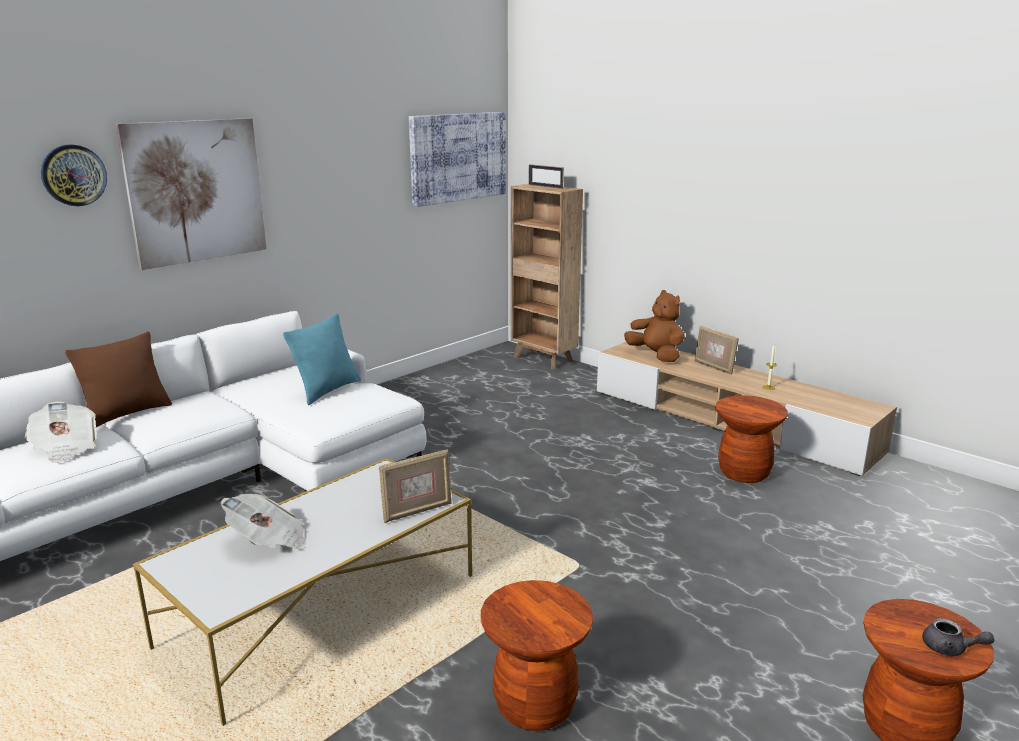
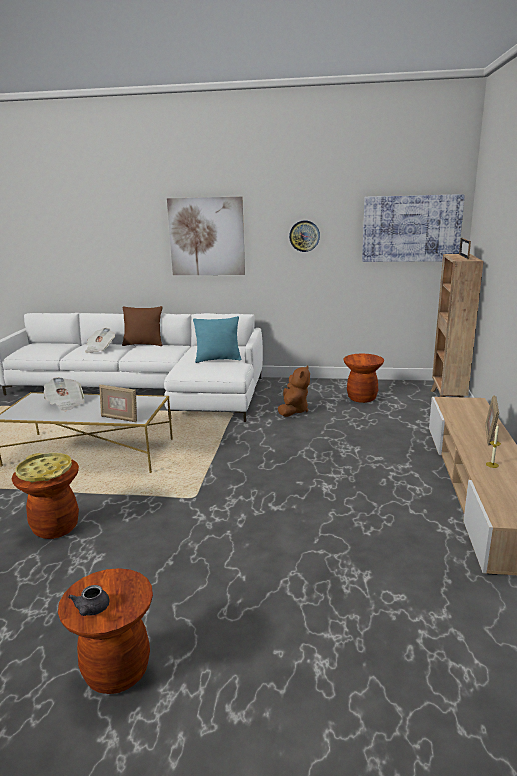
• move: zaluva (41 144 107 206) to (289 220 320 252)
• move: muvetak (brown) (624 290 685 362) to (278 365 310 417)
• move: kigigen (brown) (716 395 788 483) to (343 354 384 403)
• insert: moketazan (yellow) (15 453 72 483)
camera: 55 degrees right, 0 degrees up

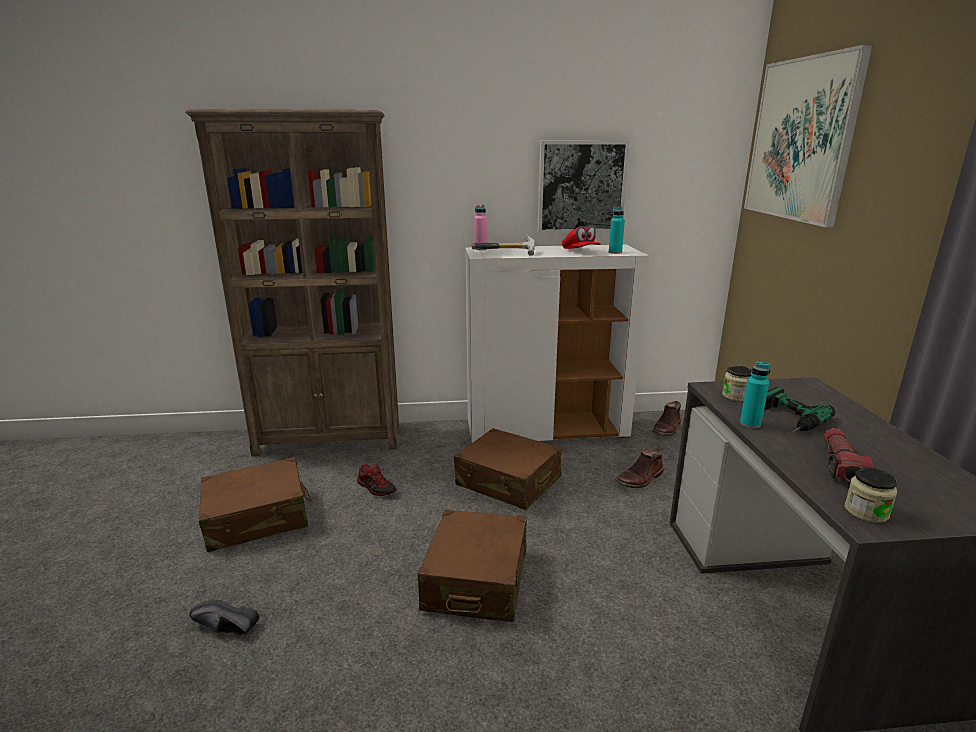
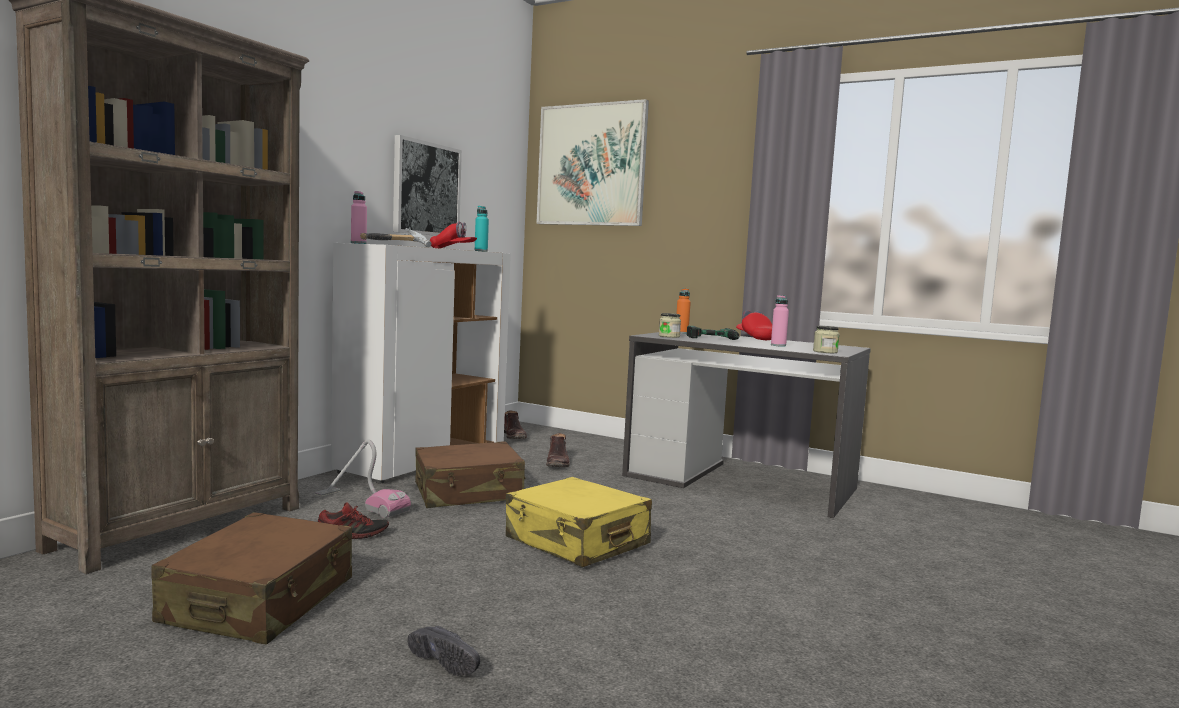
• delete: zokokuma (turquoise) (740 361 771 428)
• replace: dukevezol (823 428 873 483) to zokokuma (pink) (771 295 789 347)
• recolor: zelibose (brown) (418 510 526 622) to zelibose (yellow) (506 477 652 567)
• rotate: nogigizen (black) (189 599 259 635) = (408 626 480 676) 90 degrees counterclockwise
• insert: zokokuma (orange) (677 288 691 334)
• insert: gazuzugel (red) (736 310 772 340)
• insert: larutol (315 439 411 518)
camera: 55 degrees left, 15 degrees down

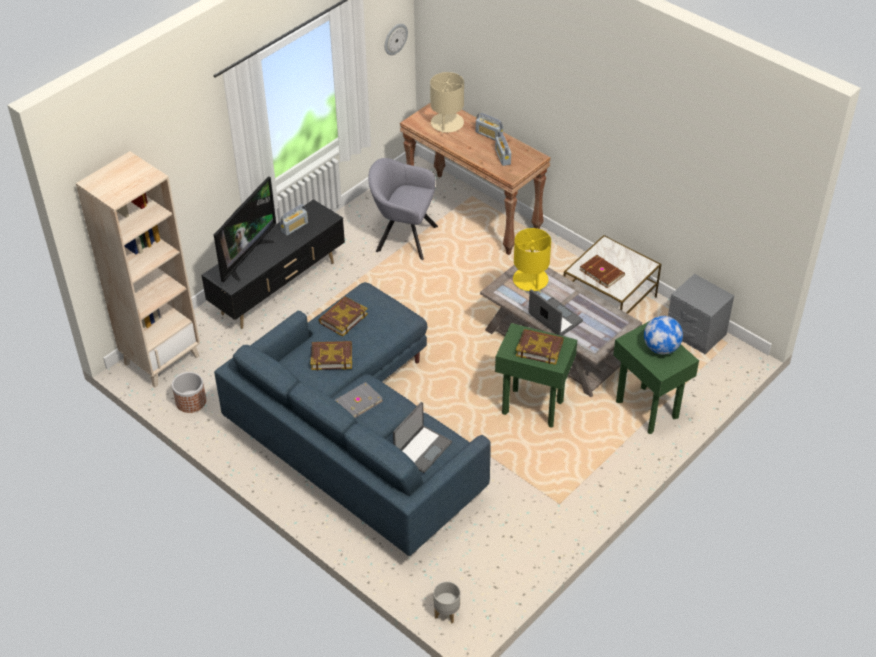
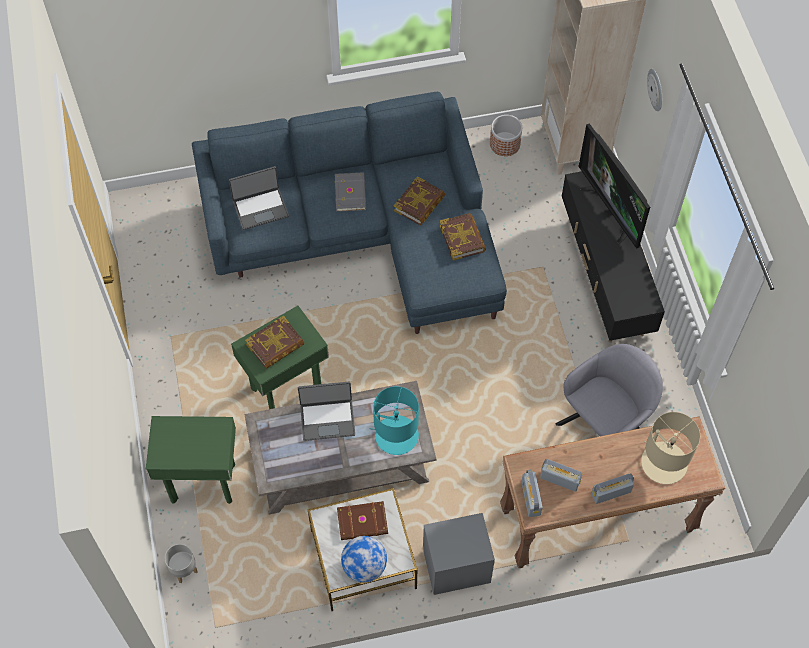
• move: zaluva (385 24 408 55) to (647 69 662 111)
• move: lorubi (280 204 308 236) to (521 469 543 517)
• recolor: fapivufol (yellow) (513 228 551 293) to fapivufol (turquoise) (370 386 419 455)
• move: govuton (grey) (668 274 734 354) to (423 513 495 595)
• move: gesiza (644 316 683 354) to (341 536 387 583)
• rotate: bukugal (393 402 452 473) = (229 166 289 230) 90 degrees counterclockwise
• move: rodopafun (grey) (433 581 460 623) to (165 544 198 583)
camera: 125 degrees right, 15 degrees up

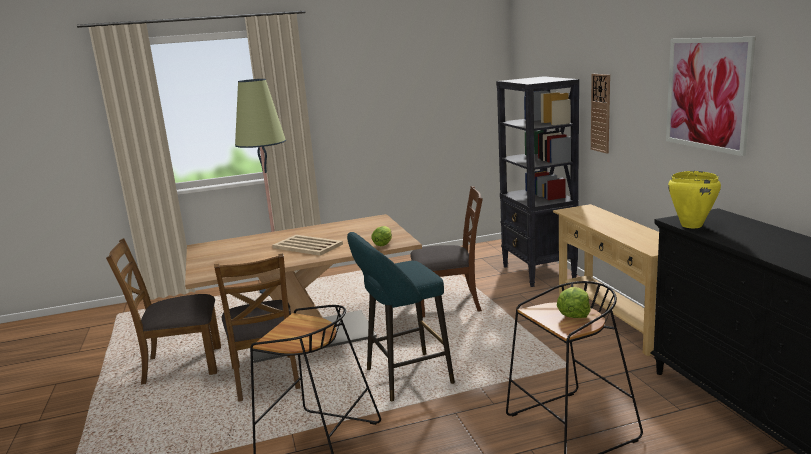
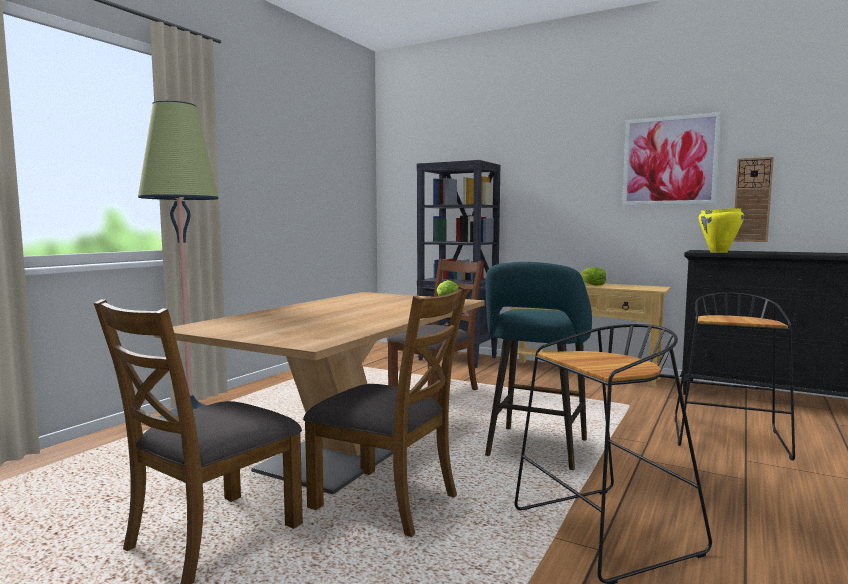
• move: zaluva (591 74 610 154) to (733 157 774 242)
• delete: moketazan (beige) (272 235 343 256)
• move: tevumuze (557 287 590 318) to (580 267 606 286)
camera: 45 degrees left, 10 degrees down

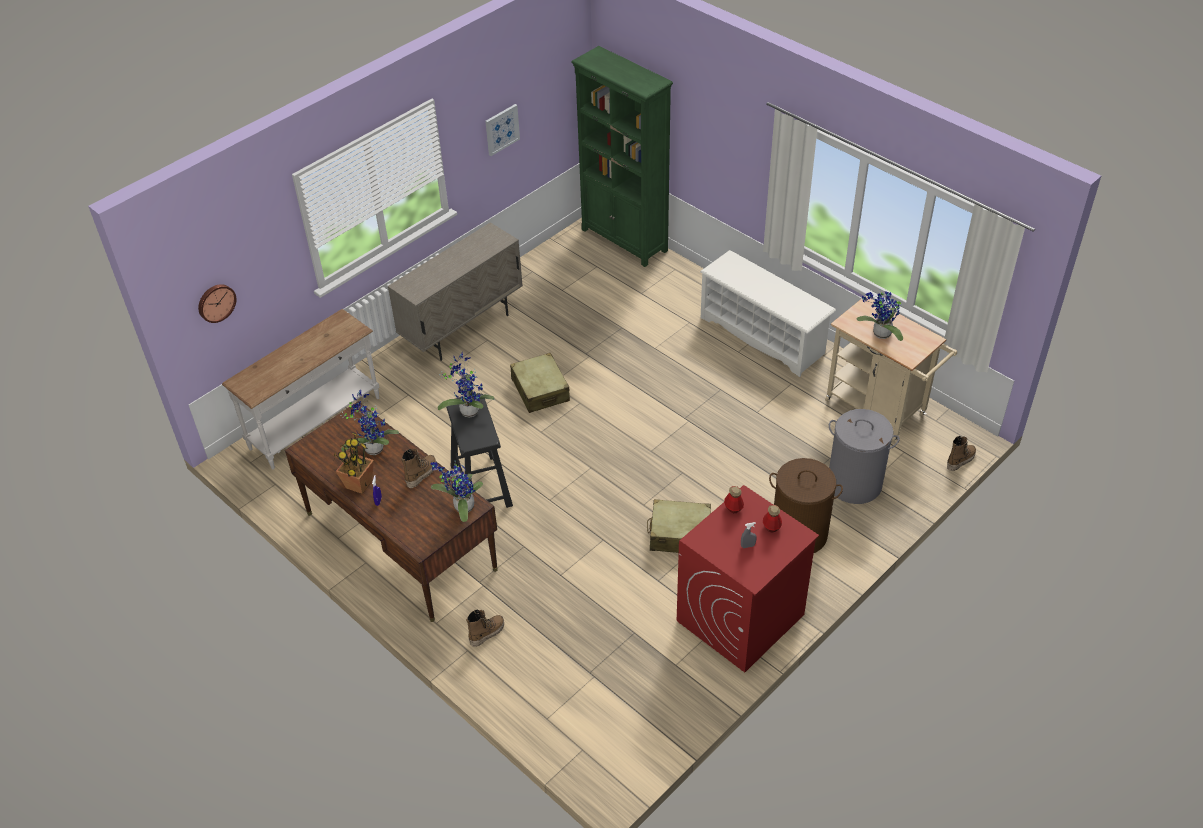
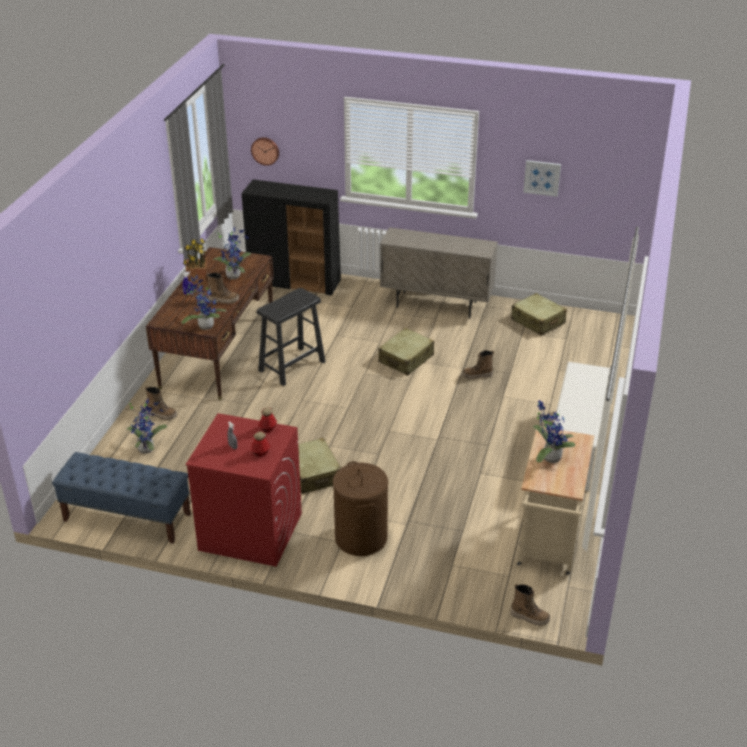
• delete: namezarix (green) (571 46 673 267)
• replace: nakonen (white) (222 309 379 470) to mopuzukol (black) (241 179 341 296)
• move: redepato (438 352 495 418) to (127 398 167 454)
• delete: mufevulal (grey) (829 409 900 504)
• insert: zelibose (beige) (511 293 567 335)
• insert: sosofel (462 350 494 379)
• insert: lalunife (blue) (52 452 191 544)
camera: 60 degrees right, 10 degrees down

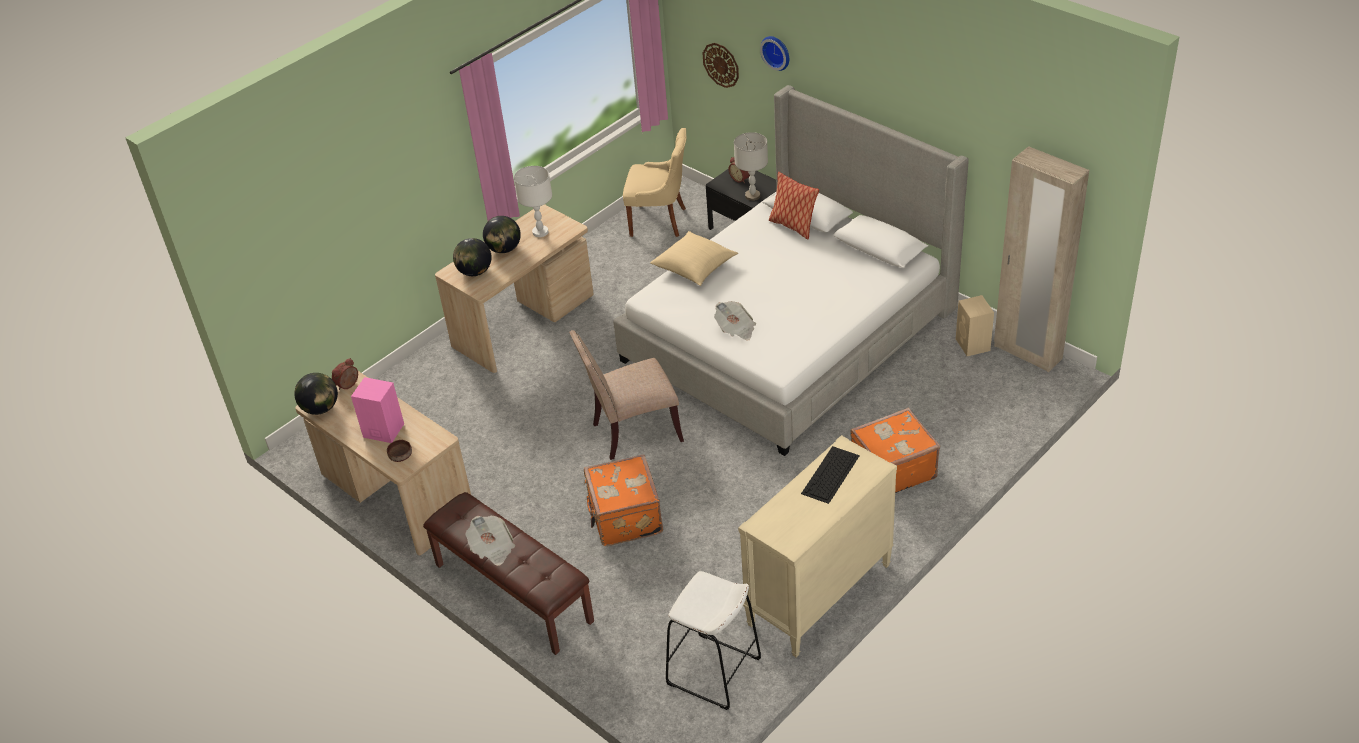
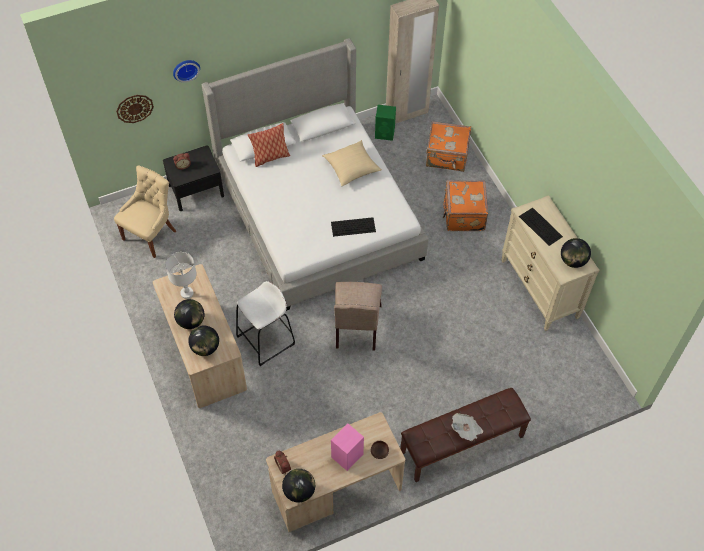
• delete: fapivufol (grey) (734 132 768 201)
• move: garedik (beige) (650 231 738 286) to (322 140 382 186)
• recolor: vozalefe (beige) (956 295 994 356) to vozalefe (green) (375 105 396 141)
• replace: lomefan (714 301 756 341) to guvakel (331 217 376 237)
• move: zelibose (orange) (584 454 663 546) to (426 121 471 172)
• move: kigigen (white) (666 571 761 710) to (236 281 295 366)
• insert: gesiza (561 238 591 268)
camera: 70 degrees left, 15 degrees up

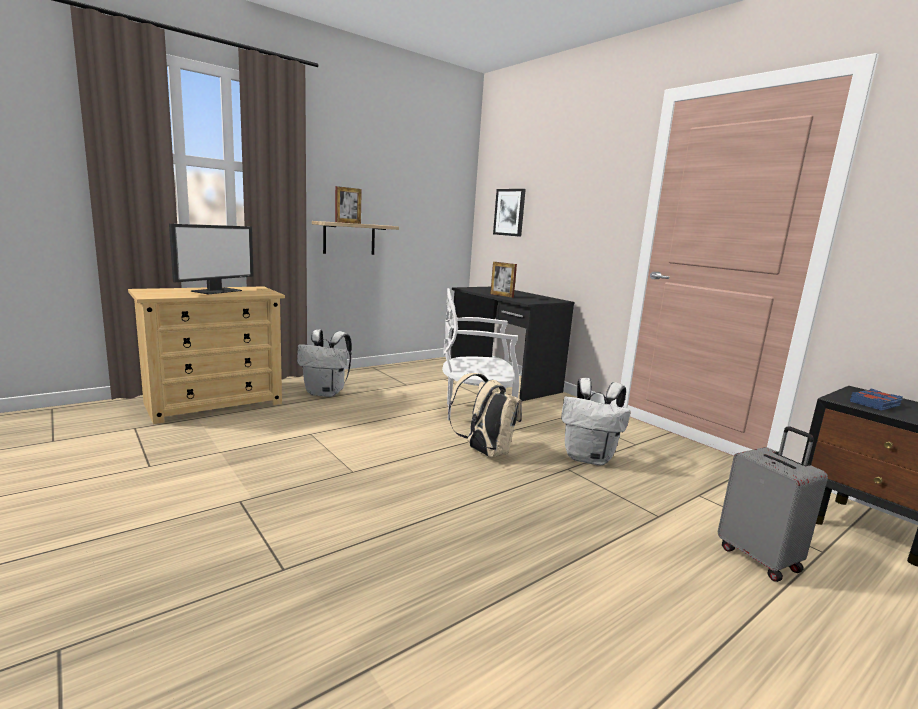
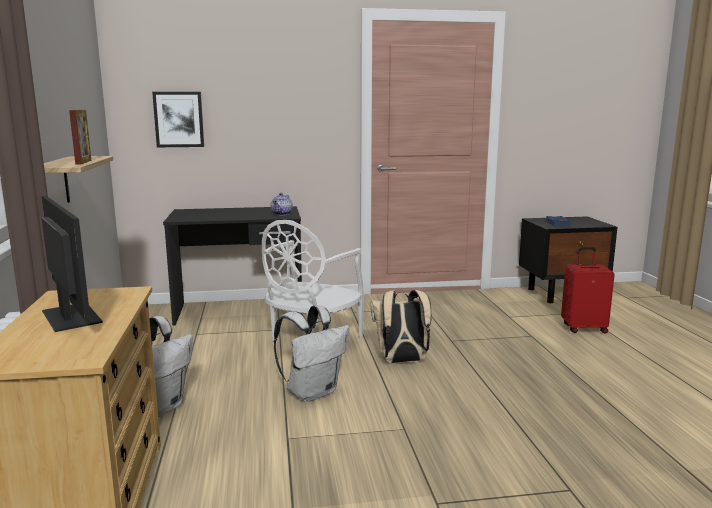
• delete: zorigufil (490 262 517 298)
• move: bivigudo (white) (561 378 631 466) to (274 305 349 402)
• recolor: zelibose (grey) (718 426 828 582) to zelibose (red) (561 247 615 333)
• insert: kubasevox (271 193 293 215)
camera: 60 degrees left, 0 degrees up

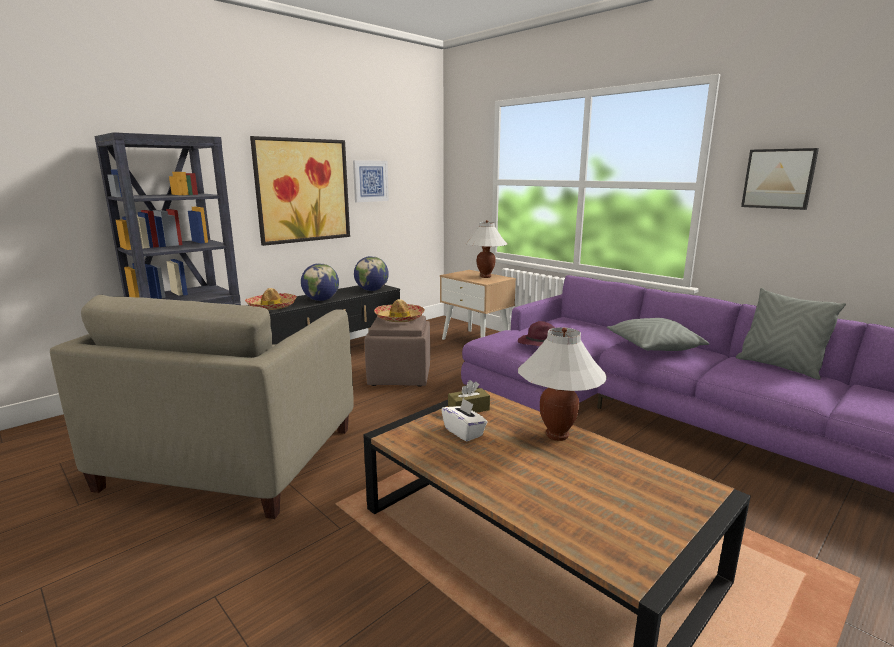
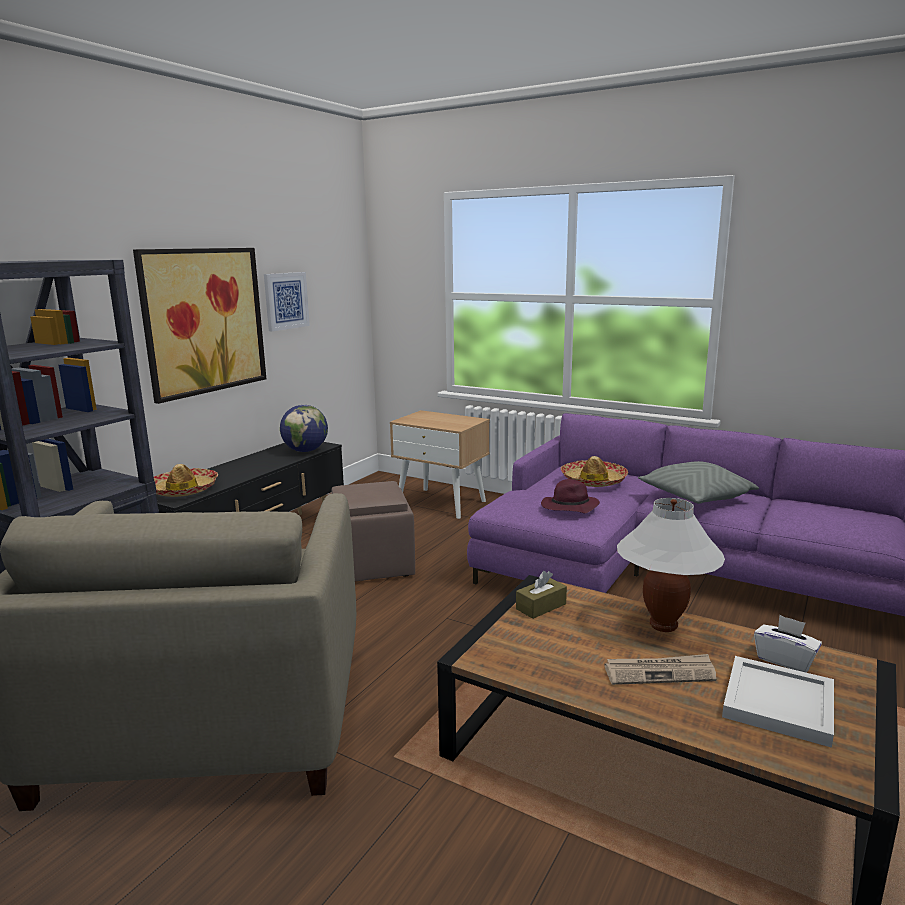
• delete: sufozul (741 148 819 210)
• delete: fapivufol (white) (465 220 507 278)
• delete: gesiza (301 263 339 301)
• delete: garedik (grey) (736 288 846 380)
• move: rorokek (374 299 425 322) to (561 456 628 487)
• move: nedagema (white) (441 398 488 441) to (754 615 822 673)
• insert: lomefan (604 654 716 685)
• insert: moketazan (white) (722 656 834 748)
camera: 15 degrees left, 0 degrees up

